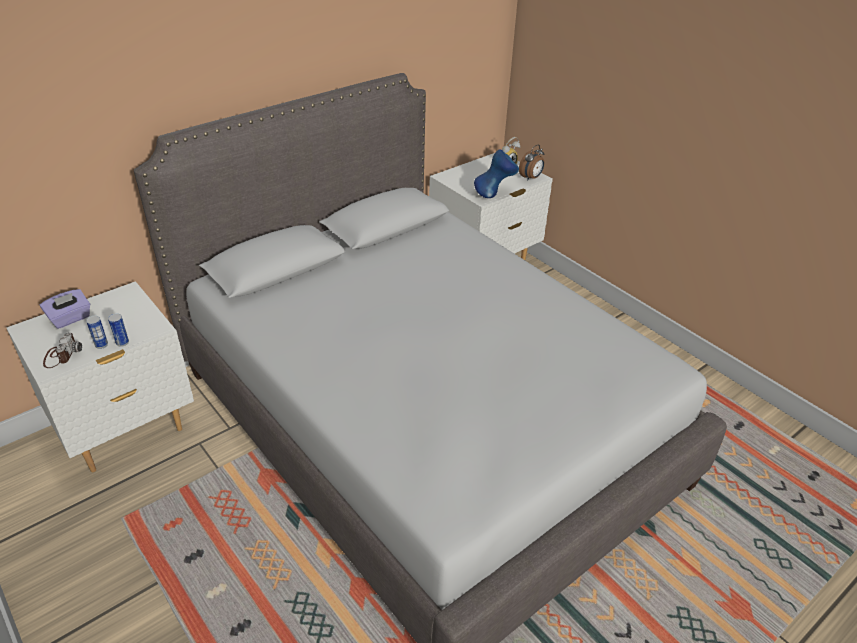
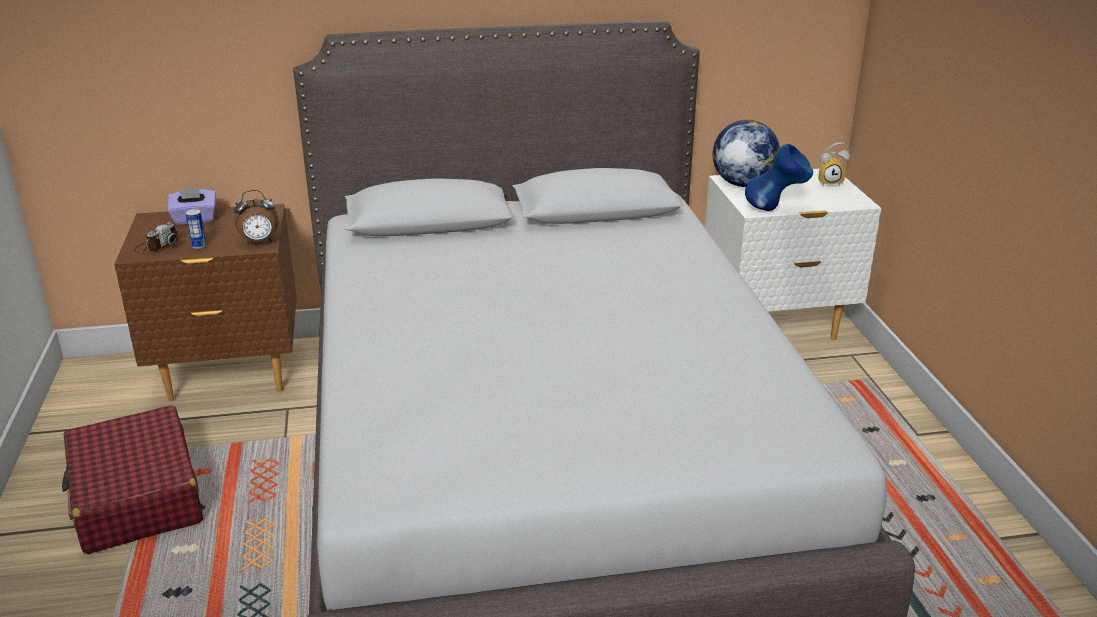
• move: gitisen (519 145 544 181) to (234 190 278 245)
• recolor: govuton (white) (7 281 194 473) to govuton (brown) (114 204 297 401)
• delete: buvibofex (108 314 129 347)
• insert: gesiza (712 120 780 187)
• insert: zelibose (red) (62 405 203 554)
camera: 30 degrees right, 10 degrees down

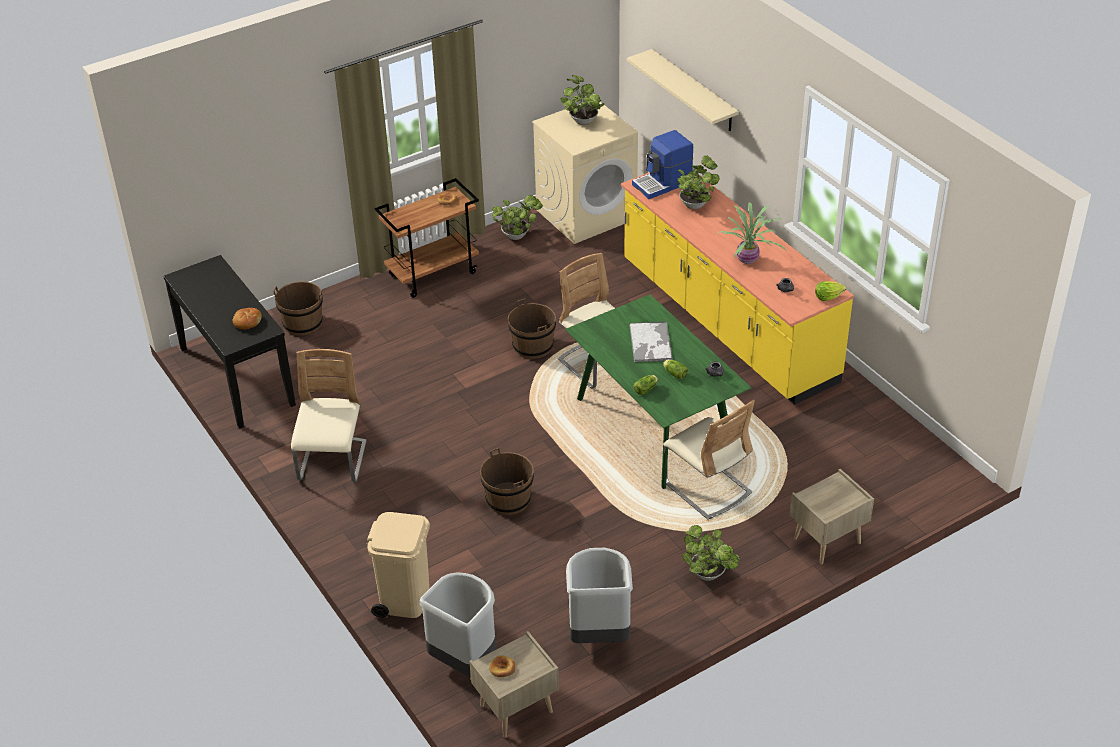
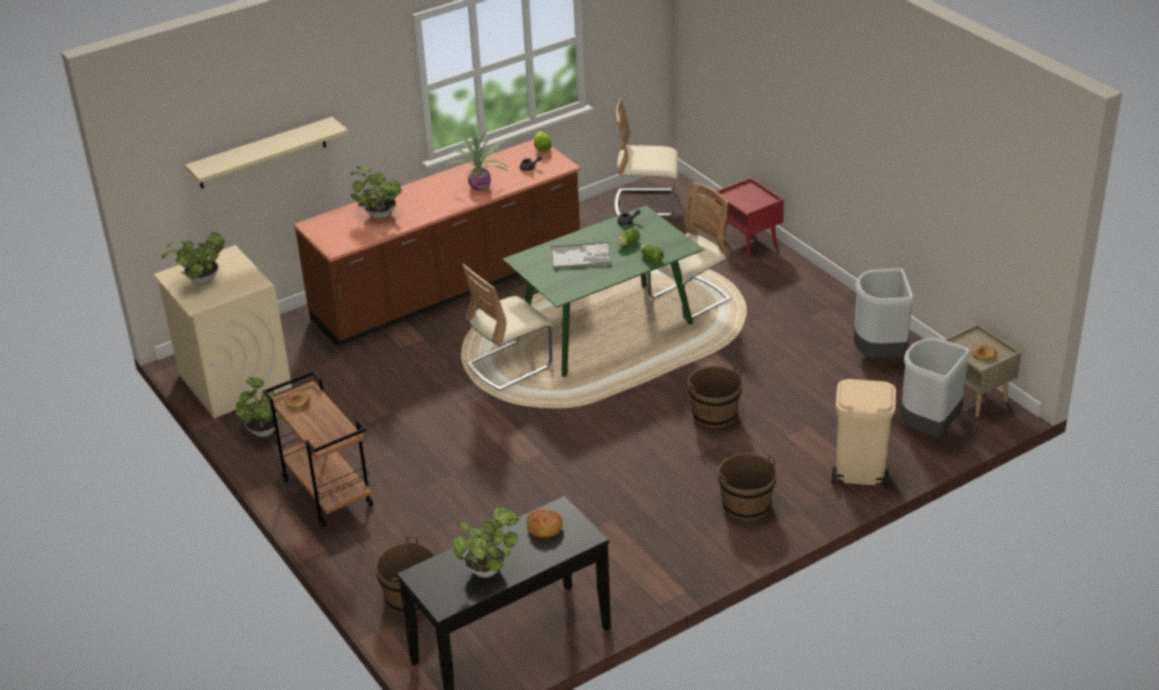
• delete: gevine (632 130 693 199)
• recolor: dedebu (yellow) (621 170 854 405) to dedebu (brown) (294 139 581 347)
• move: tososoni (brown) (508 299 556 359) to (718 453 776 521)
• move: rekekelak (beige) (291 349 367 482) to (615 99 678 217)
• recolor: govuton (beige) (790 469 874 565) to govuton (red) (716 178 784 257)
• move: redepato (682 525 740 581) to (452 506 519 578)
camera: 90 degrees left, 5 degrees down

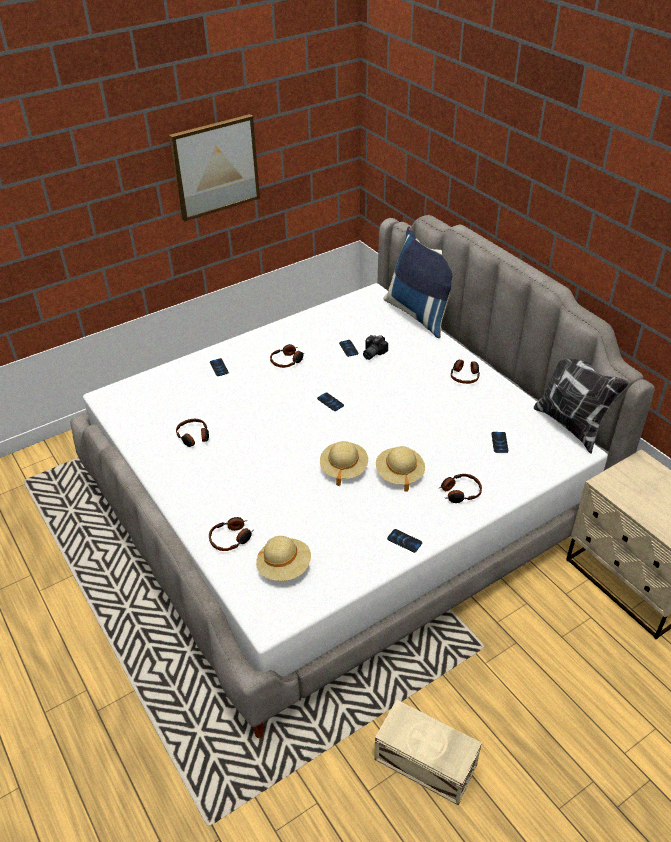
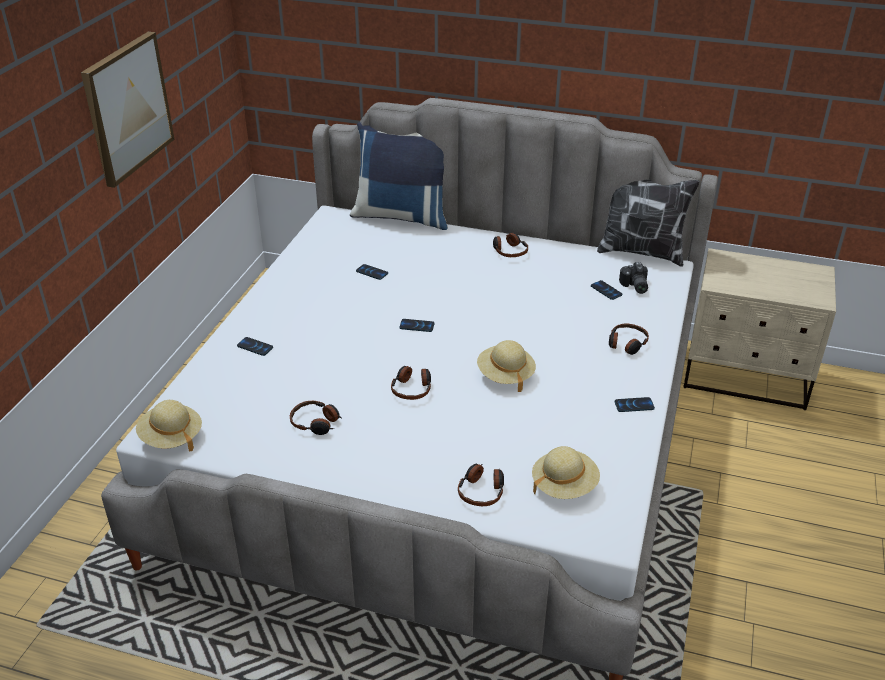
• move: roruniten (363 335 388 360) to (619 262 648 294)
• move: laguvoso (270 344 305 368) to (391 366 431 400)
• move: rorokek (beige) (376 446 425 492) to (136 400 202 452)
• delete: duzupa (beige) (374 700 482 805)
camera: 40 degrees left, 5 degrees down

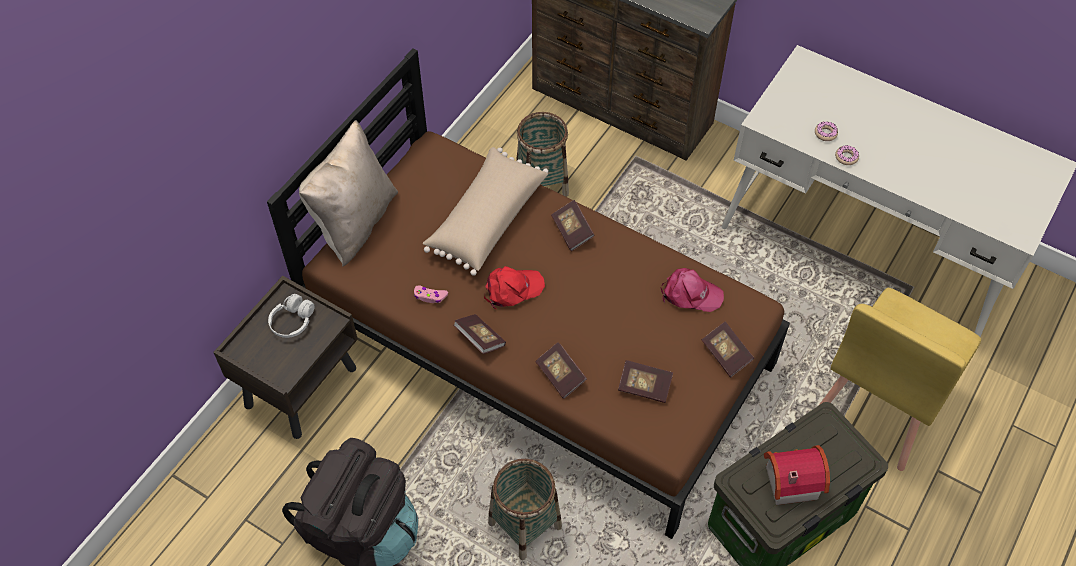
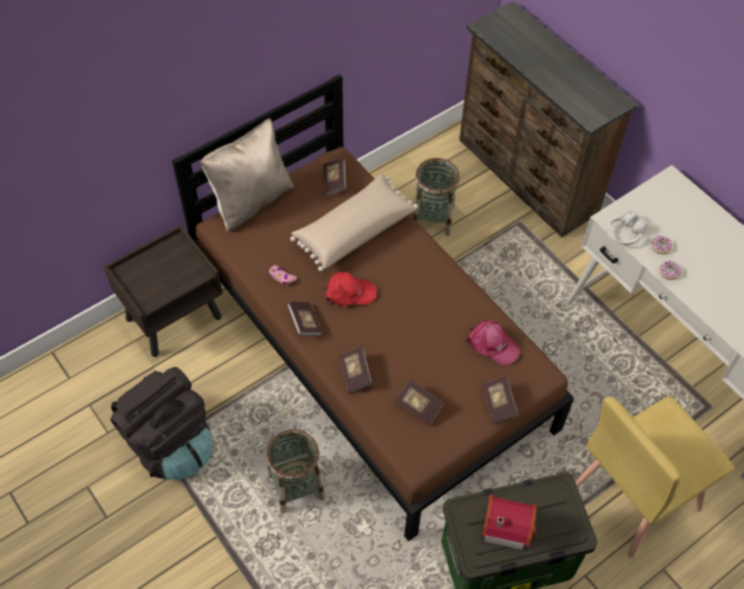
• move: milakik (551 200 595 251) to (323 158 347 196)
• move: laguvoso (white) (268 294 315 338) to (606 211 648 245)
camera: 20 degrees right, 0 degrees up

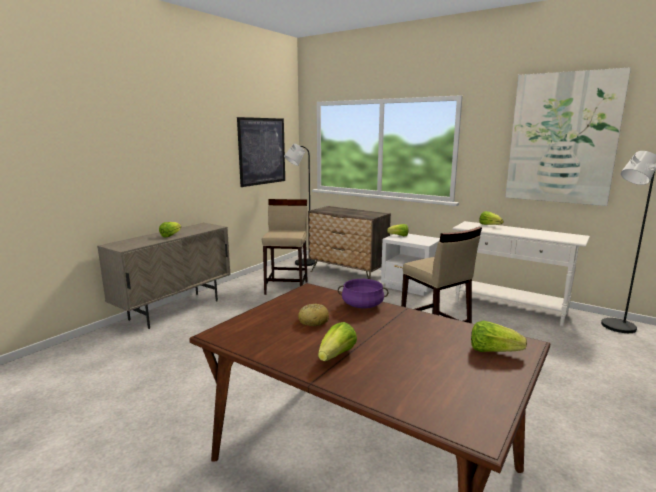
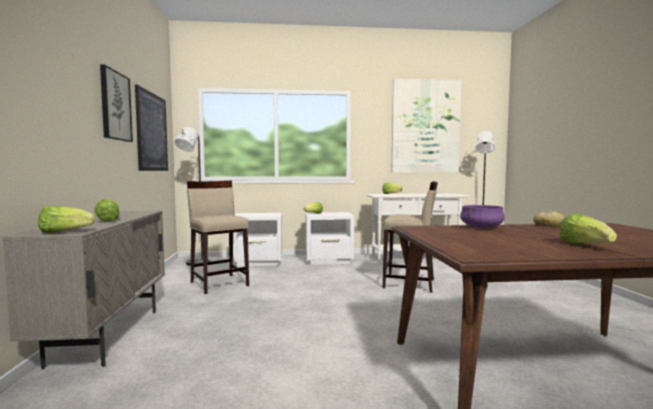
• replace: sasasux (308 206 391 279) to govuton (white) (233 213 282 267)
• move: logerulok (298 304 329 326) to (533 210 565 227)
• move: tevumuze (471 320 527 352) to (38 206 95 233)
• insert: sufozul (100 64 133 142)
camera: 40 degrees left, 10 degrees down

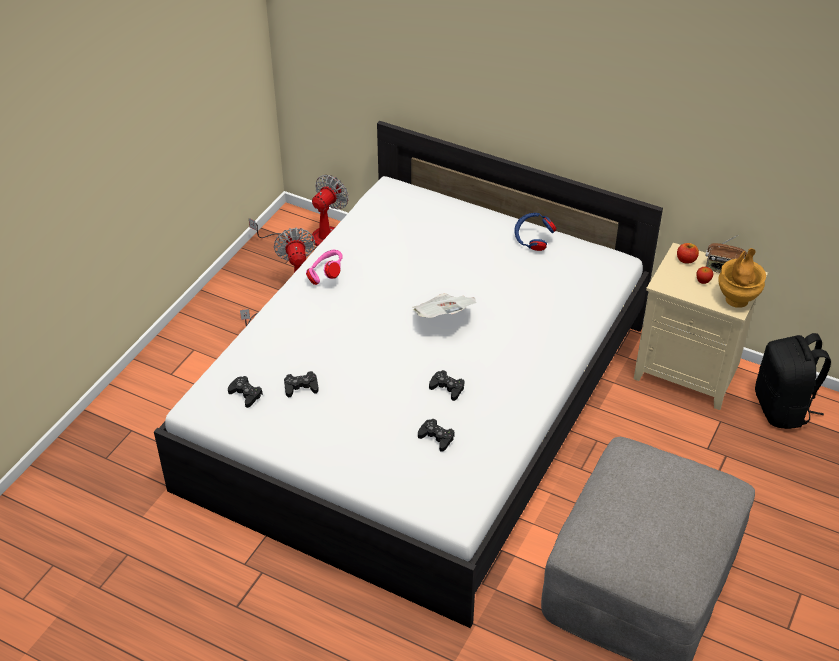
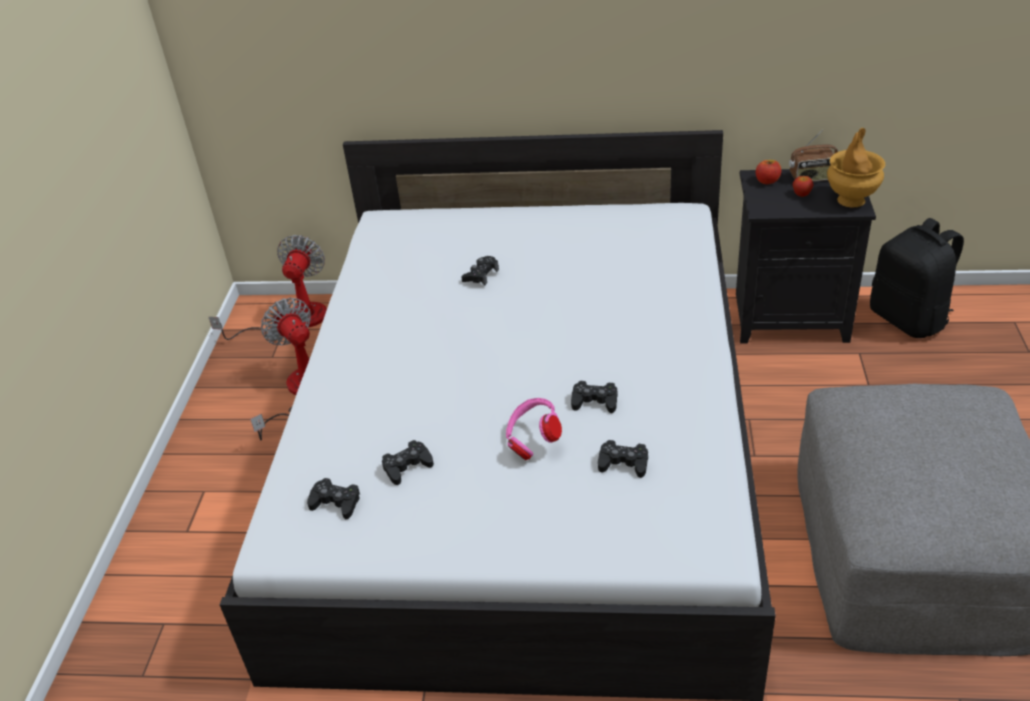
• delete: laguvoso (blue) (515 213 557 251)
• recolor: govuton (beige) (634 243 768 410) to govuton (black) (736 169 876 344)
• move: laguvoso (pink) (306 249 343 285) to (506 398 562 460)
• delete: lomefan (413 293 477 318)
• insert: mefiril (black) (461 256 499 285)
camera: 20 degrees left, 5 degrees down

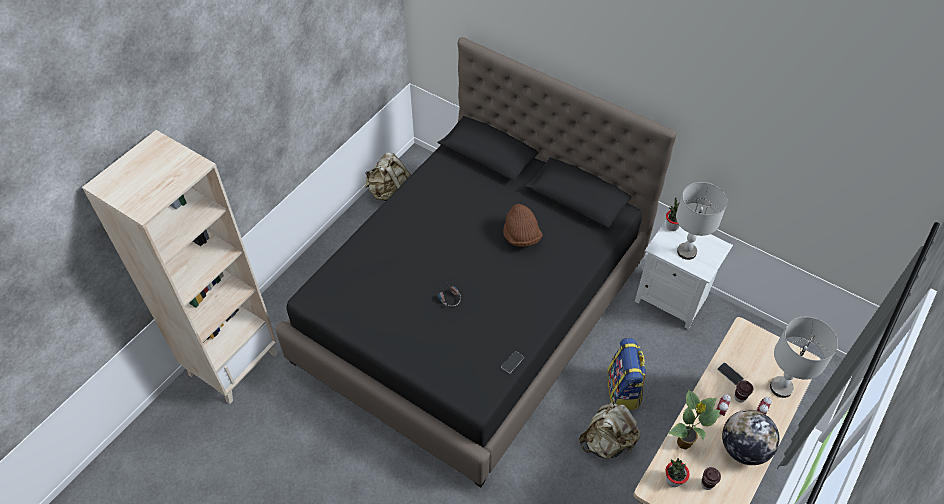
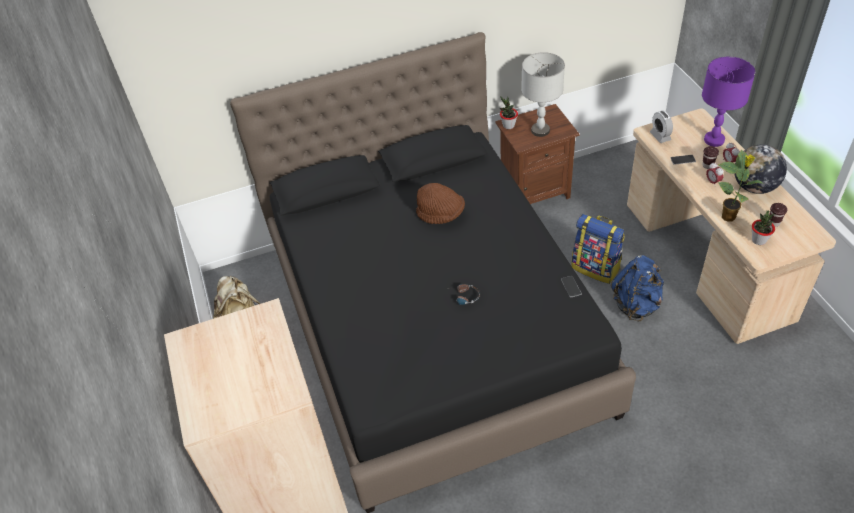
• recolor: govuton (white) (635 221 733 330) to govuton (brown) (495 104 580 204)
• recolor: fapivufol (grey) (770 317 838 398) to fapivufol (purple) (702 56 755 147)
• recolor: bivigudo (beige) (579 402 640 459) to bivigudo (blue) (611 255 664 322)
• insert: gitisen (650 111 673 143)
camera: 50 degrees left, 5 degrees down

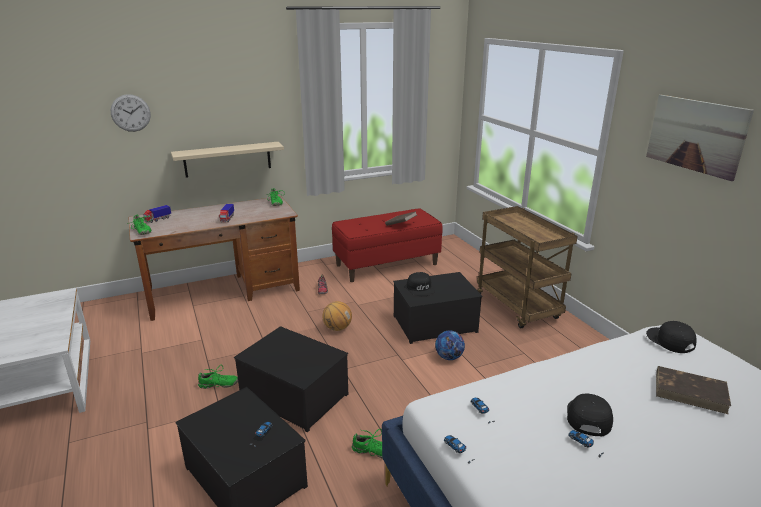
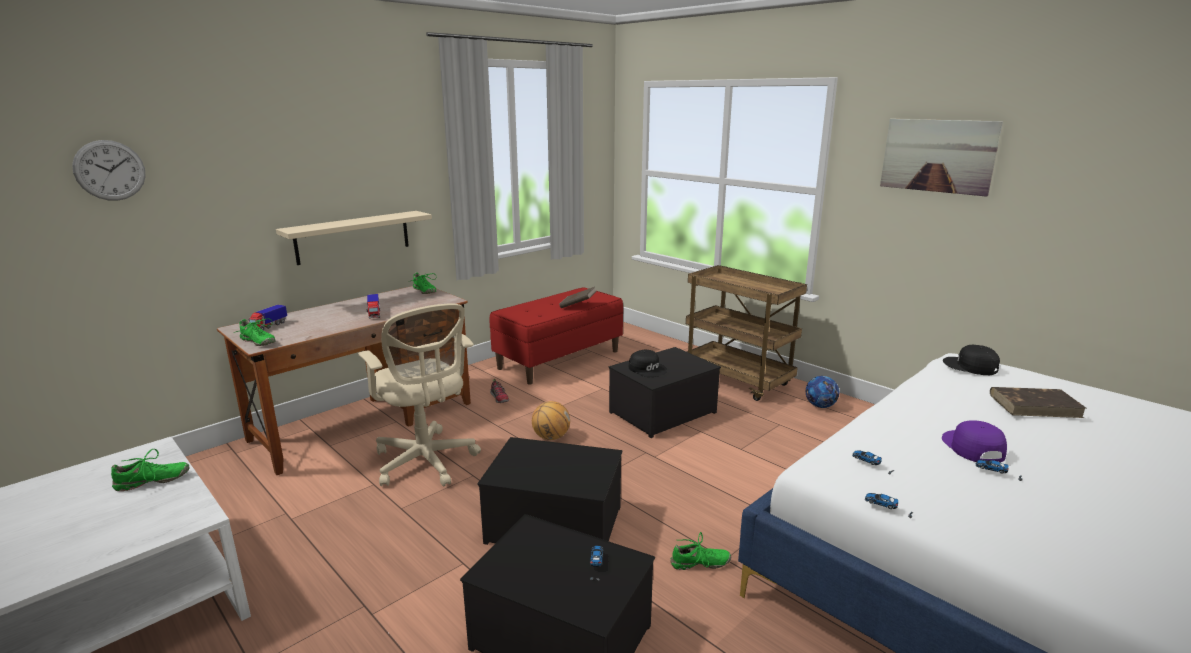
• move: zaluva (111 94 151 132) to (72 140 146 201)
• move: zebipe (435 331 465 360) to (806 376 839 408)
• move: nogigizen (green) (198 365 238 389) to (111 449 190 491)
• recolor: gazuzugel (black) (567 394 613 436) to gazuzugel (purple) (942 420 1007 462)
• insert: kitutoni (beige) (358 304 481 487)
camera: 20 degrees left, 5 degrees down

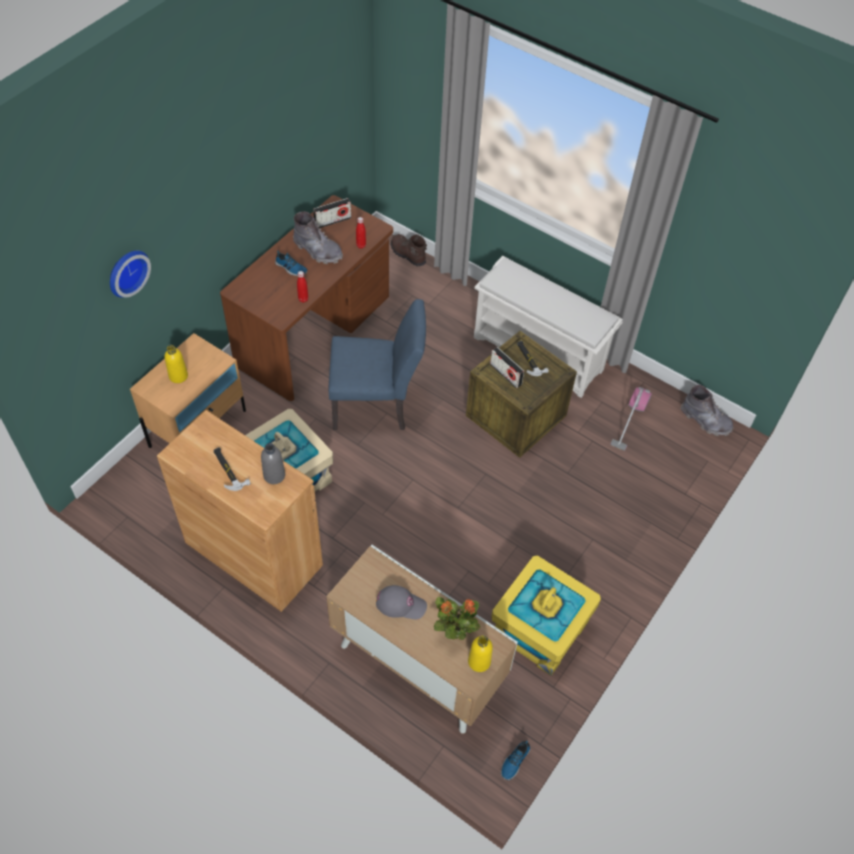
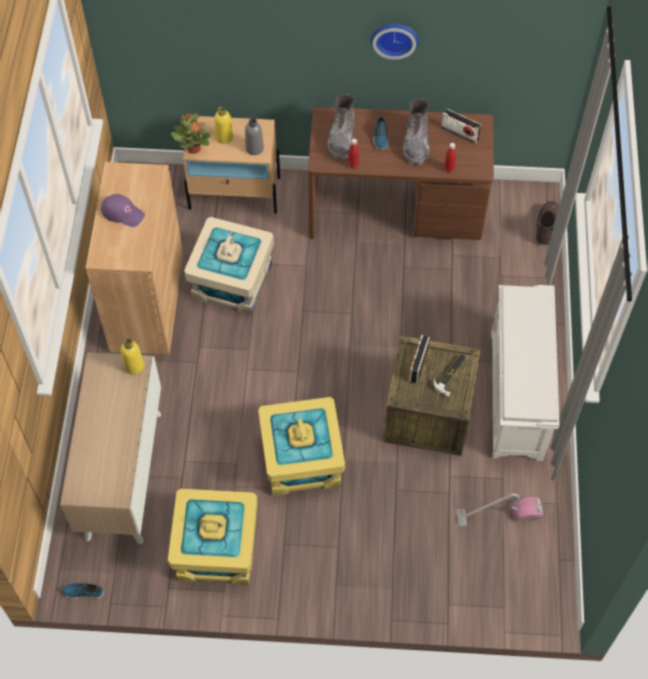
• move: zaluva (110 250 151 298) to (371 23 419 59)
• delete: rekekelak (blue) (329 299 426 430)
• move: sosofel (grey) (681 385 734 436) to (328 94 355 160)
• move: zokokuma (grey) (261 443 285 484) to (245 118 264 155)
• replace: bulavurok (214 447 251 491) to gazuzugel (purple) (101 194 145 227)
• delete: gazuzugel (grey) (376 585 427 619)
• move: redepato (434 597 481 640) to (171 113 211 154)
• move: zokokuma (yellow) (468 635 493 672) to (121 339 144 375)
• insert: duzupa (yellow) (258 397 345 496)
camera: 60 degrees right, 5 degrees up

